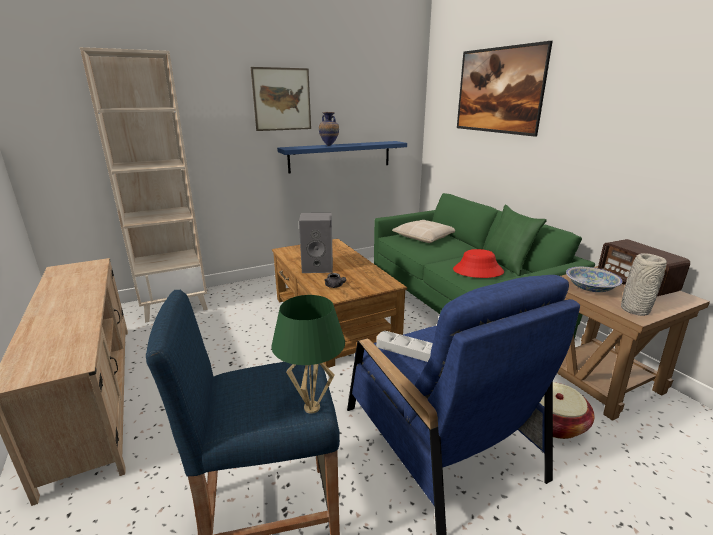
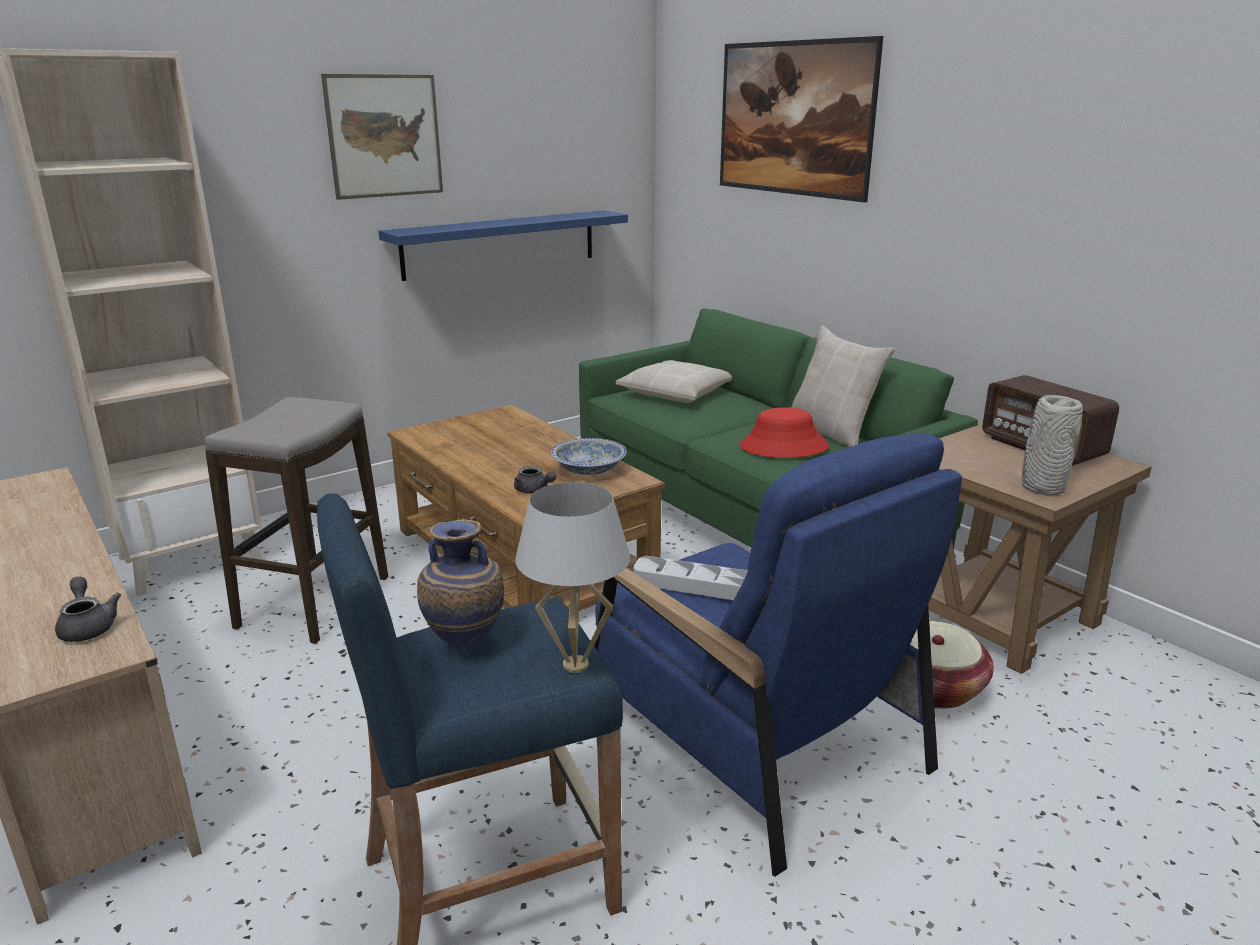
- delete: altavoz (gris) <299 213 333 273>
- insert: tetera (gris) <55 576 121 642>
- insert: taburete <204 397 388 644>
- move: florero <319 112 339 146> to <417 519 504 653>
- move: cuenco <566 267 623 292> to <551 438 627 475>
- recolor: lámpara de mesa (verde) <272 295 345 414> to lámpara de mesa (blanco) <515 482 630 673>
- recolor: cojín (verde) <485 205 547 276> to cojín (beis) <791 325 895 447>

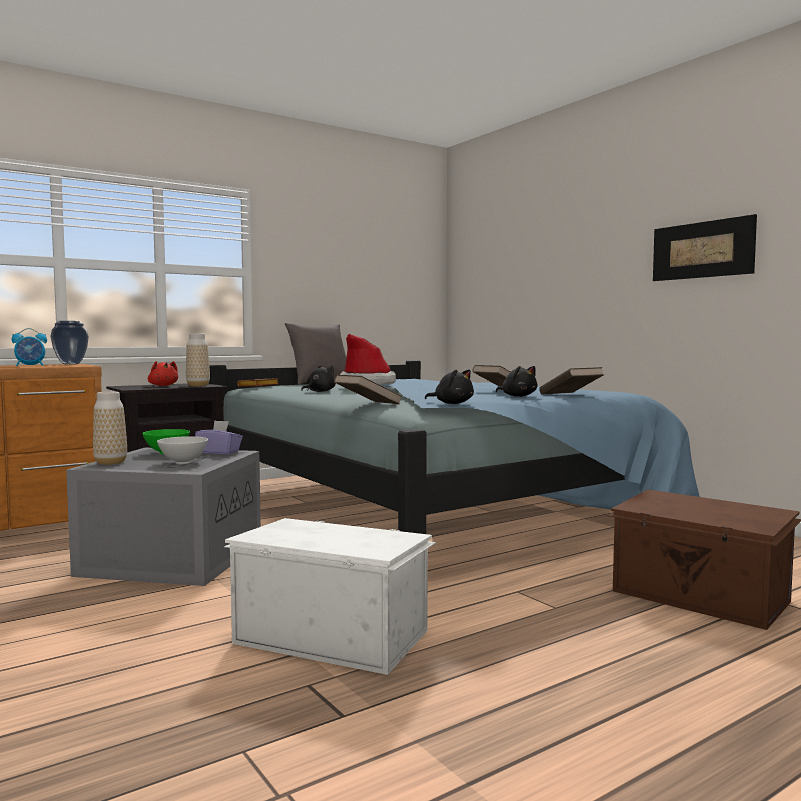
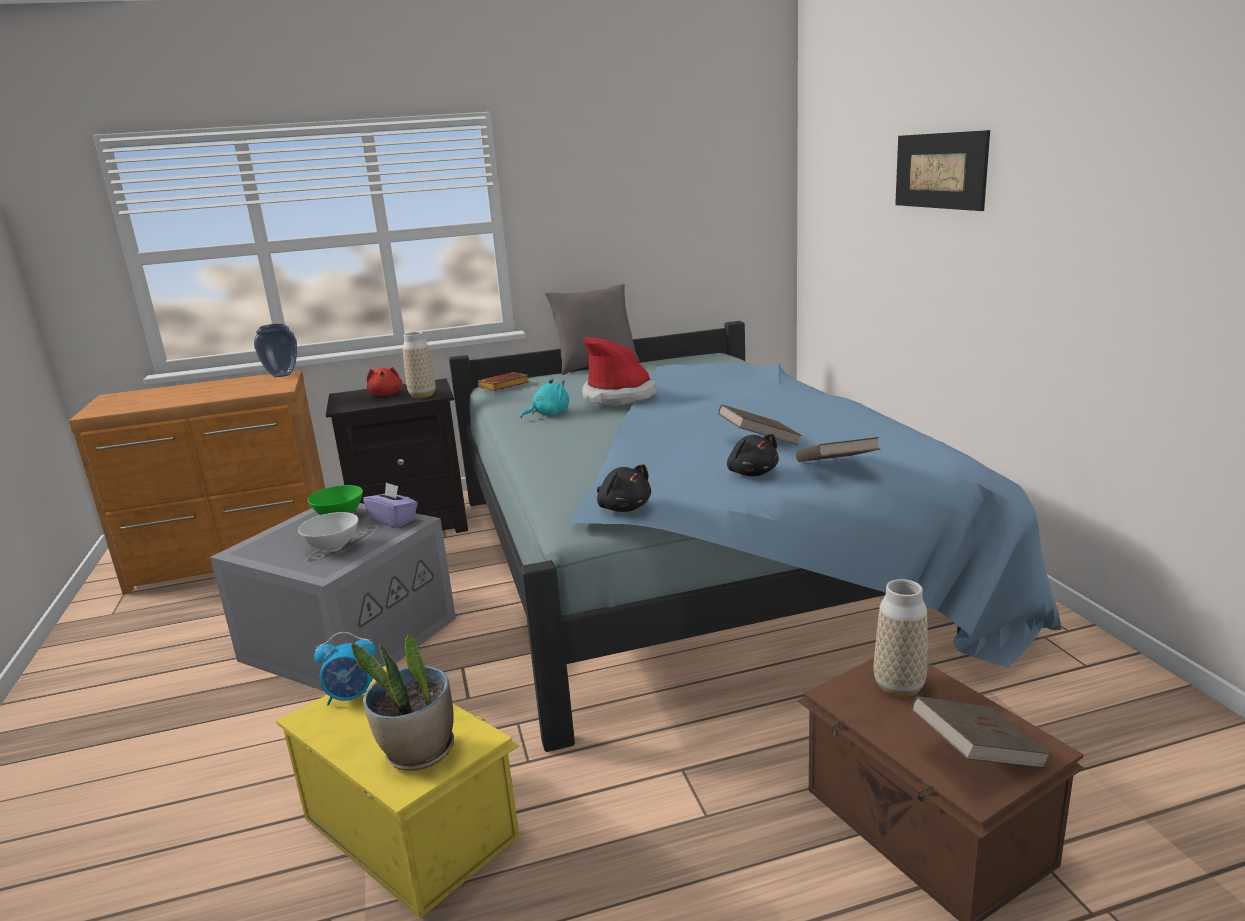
- insert: planta en maceta <351 634 454 771>
- move: despertador <12 328 47 366> to <314 632 375 705>
- move: florero <93 392 127 465> to <874 579 927 697>
- move: libro (marrón) <334 375 402 404> to <911 696 1052 768>
- move: cuadro <653 214 757 281> to <895 130 990 211>
- recolor: caja de almacenaje (blanco) <224 518 436 675> to caja de almacenaje (amarillo) <276 666 520 919>
- recolor: peluche (negro) <301 365 336 392> to peluche (turquesa) <521 378 569 418>

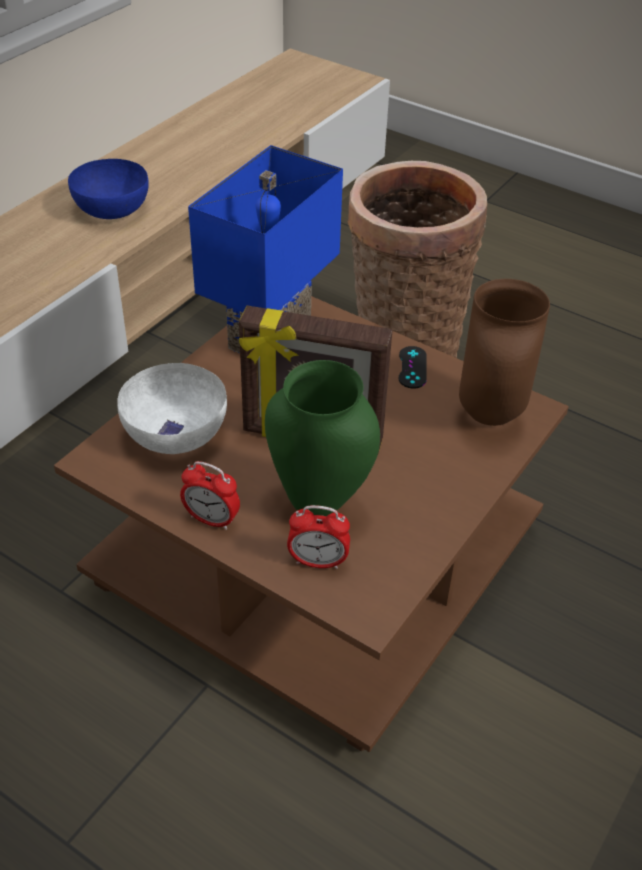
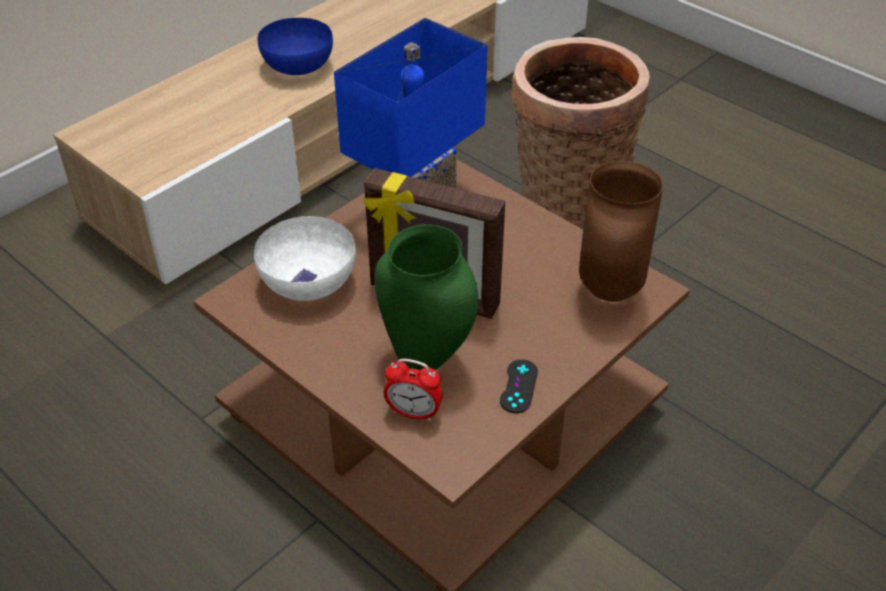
- delete: despertador <180 461 240 530>
- move: mando de consola (negro) <398 346 427 388> to <500 359 538 413>

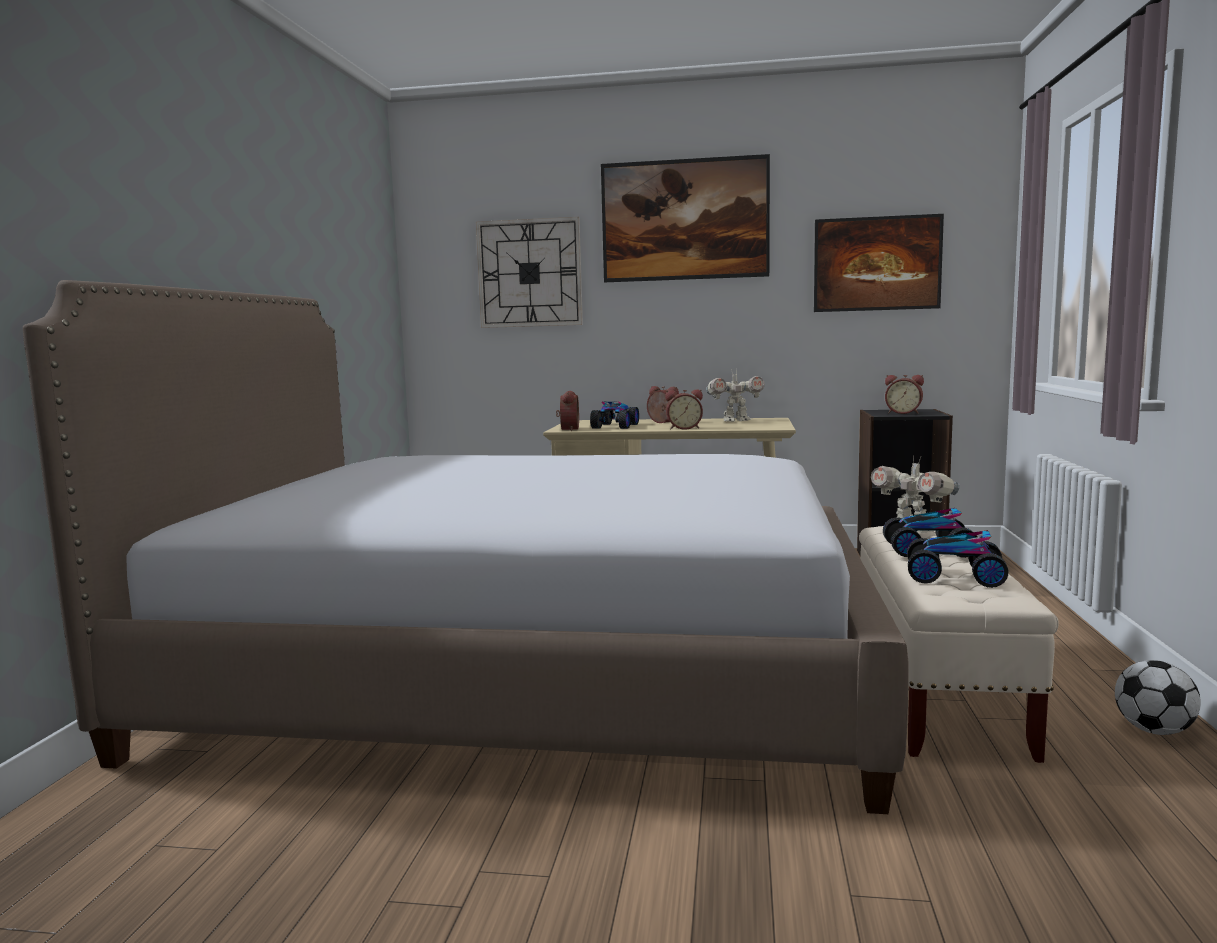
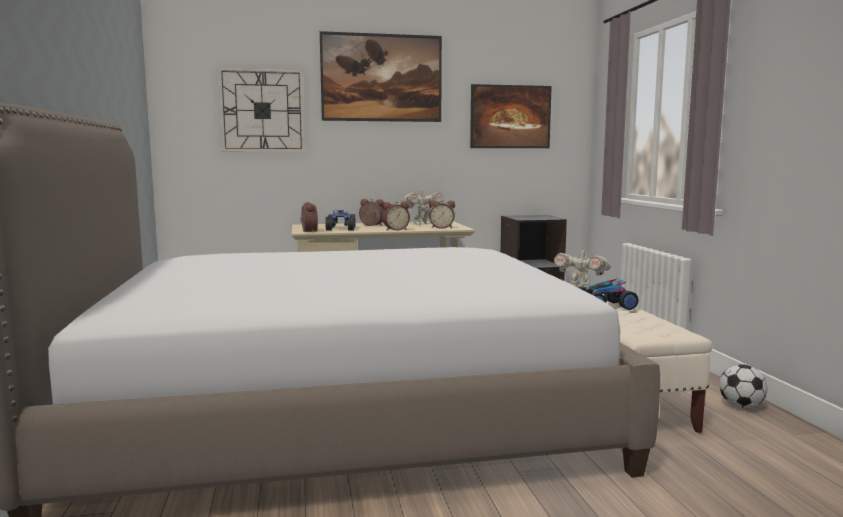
- delete: coche de juguete <907 530 1009 588>
- move: despertador <885 375 924 414> to <429 201 455 229>

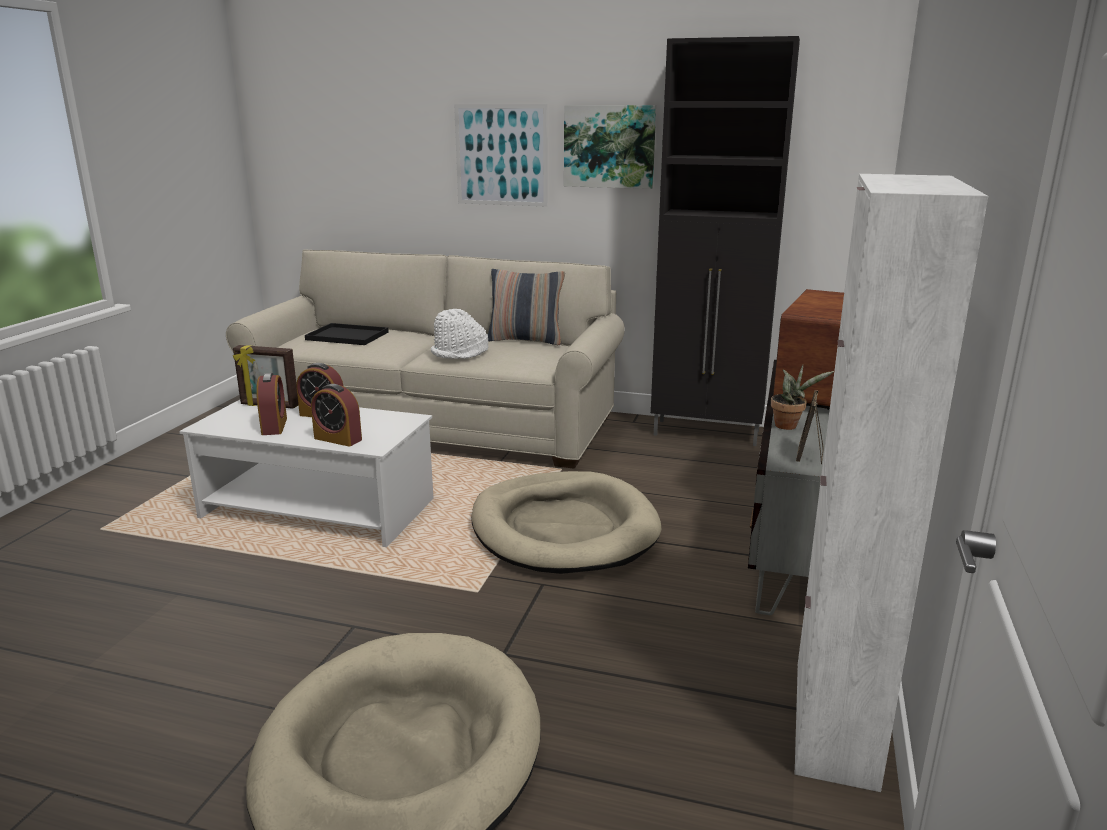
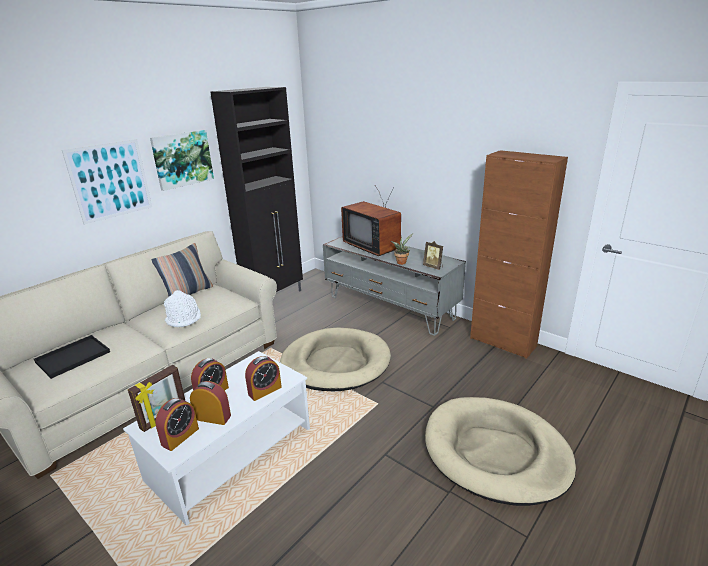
- insert: despertador <155 398 199 451>
- recolor: armario (blanco) <794 174 988 792> to armario (marrón) <470 150 568 359>

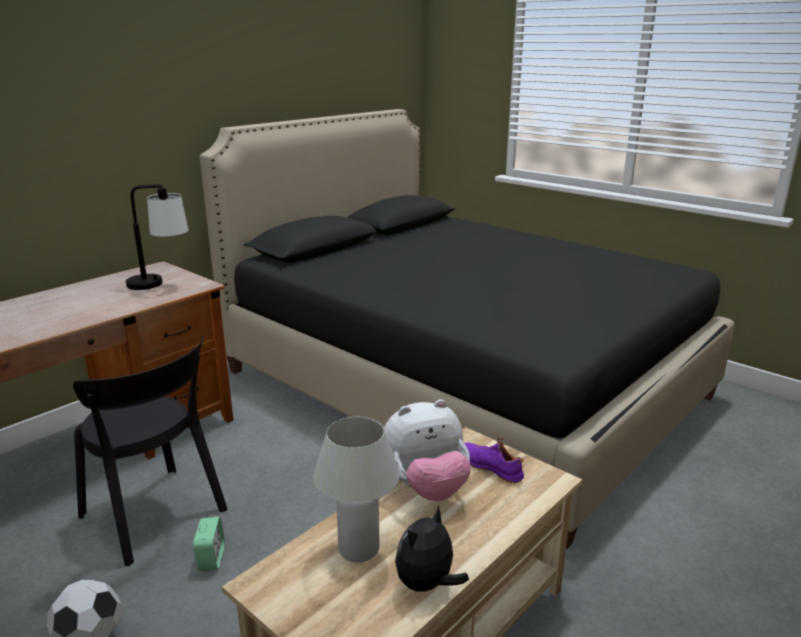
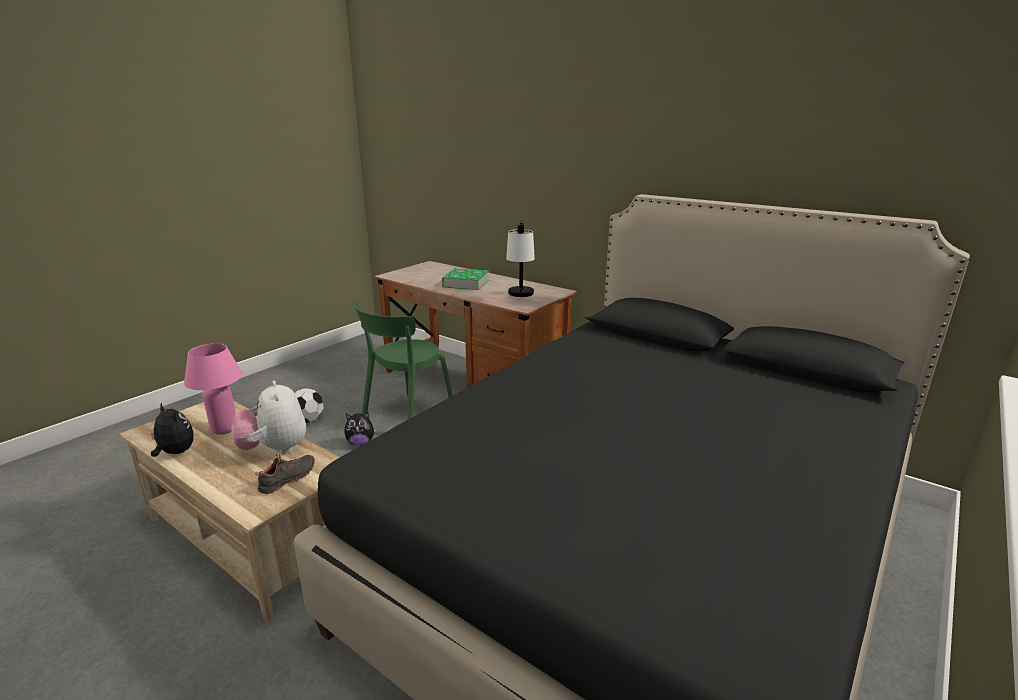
- insert: libro <442 268 489 290>
- replace: despertador <193 517 225 571> to peluche <344 412 377 446>
- recolor: silla (negro) <73 336 227 566> to silla (verde) <352 300 453 420>
- recolor: lámpara de mesa (blanco) <313 417 400 563> to lámpara de mesa (rosa) <184 343 242 435>
- recolor: zapato (morado) <464 437 524 483> to zapato (negro) <255 453 315 494>

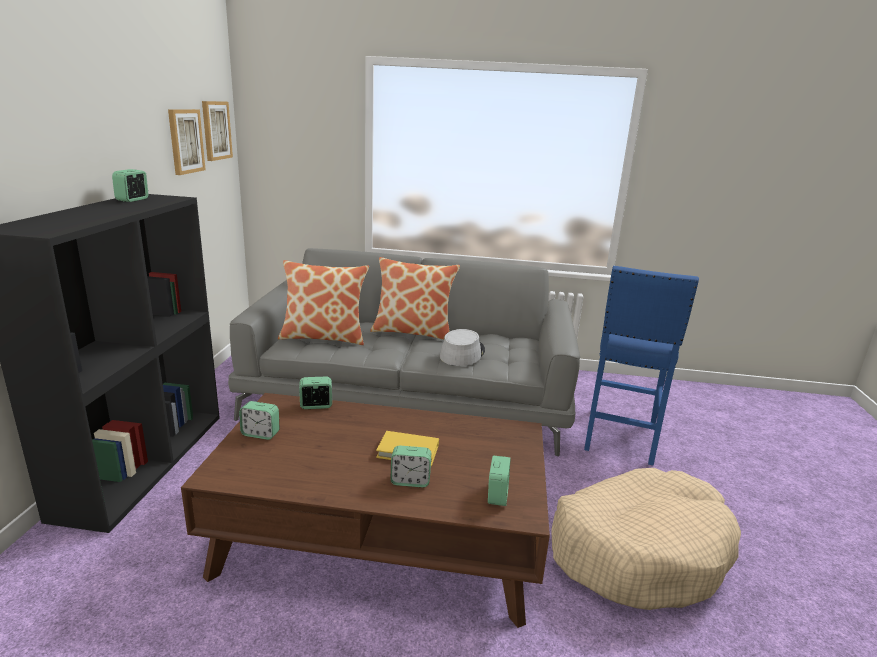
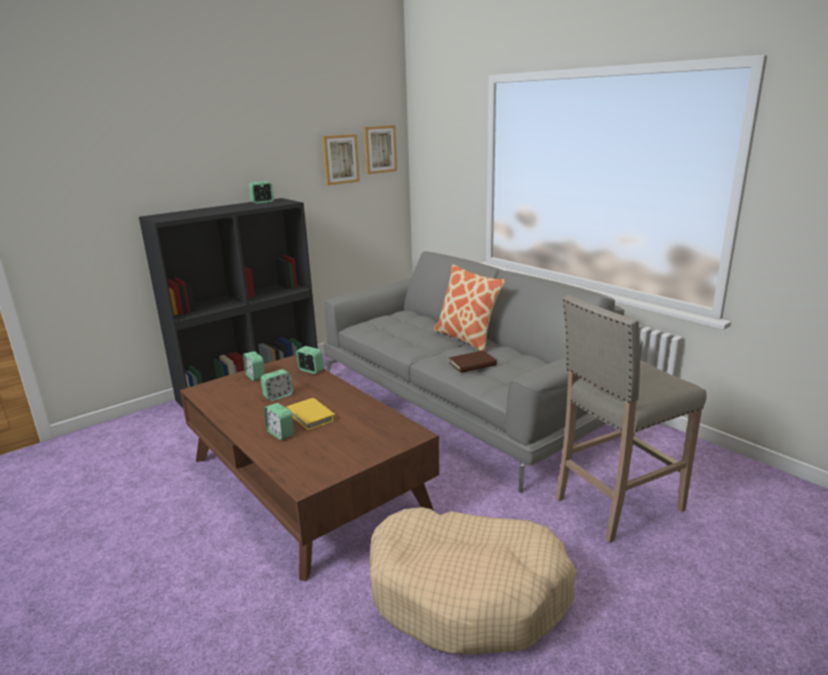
- delete: cojín <278 260 369 345>
- move: despertador <488 456 511 506> to <261 369 293 401>
- replace: sombrero (gris) <440 329 485 366> to libro (marrón) <449 351 497 373>
- recolor: taburete (azul) <584 266 699 466> to taburete (beis) <555 295 707 543>

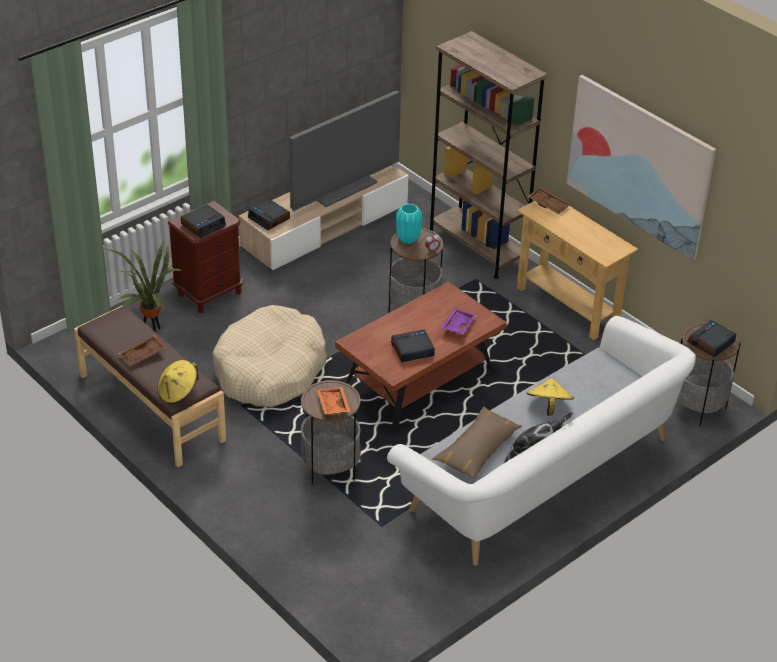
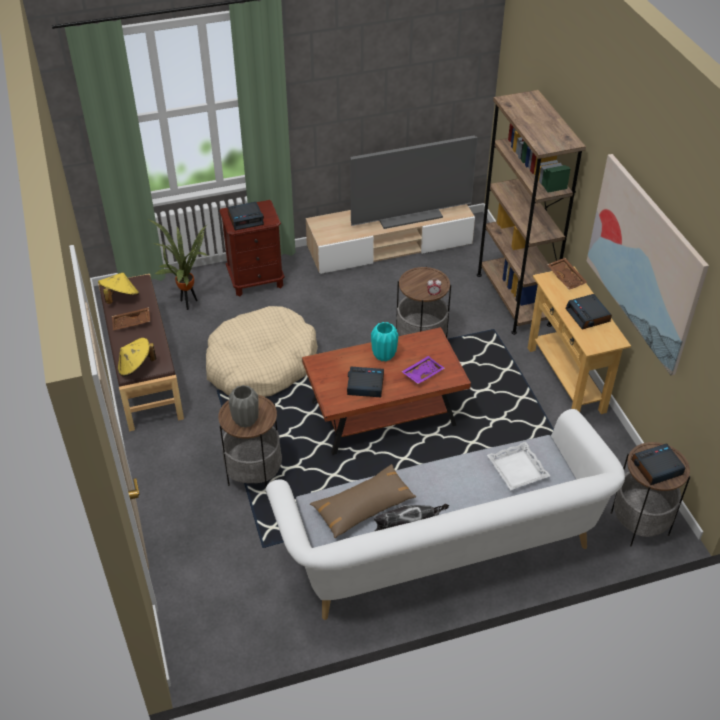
- insert: bandeja (blanco) <487 442 550 490>
- move: despertador <248 199 290 230> to <565 294 612 330>
- move: florero (turquesa) <396 204 422 244> to <371 322 398 362>
- move: sombrero (amarillo) <526 378 574 416> to <98 273 139 304>
- replace: bandeja (naranja) <317 387 351 415> to florero (gris) <229 385 259 428>

